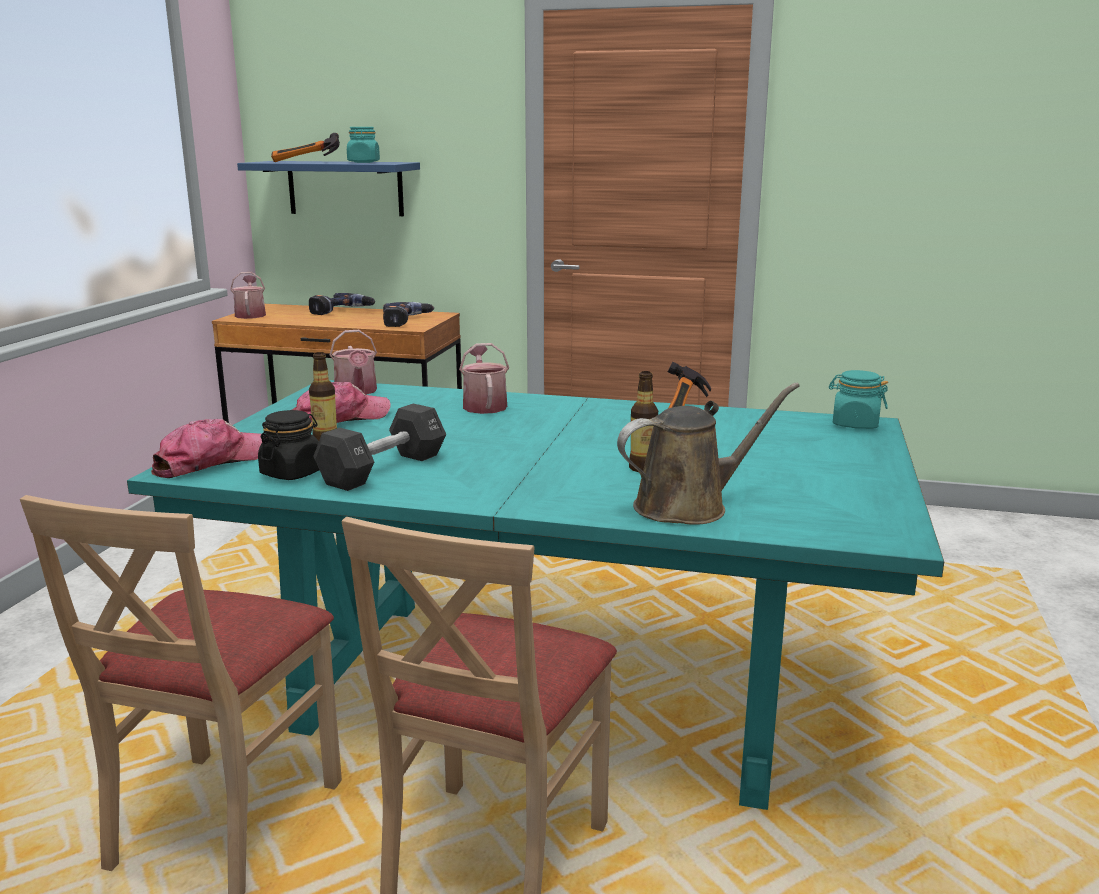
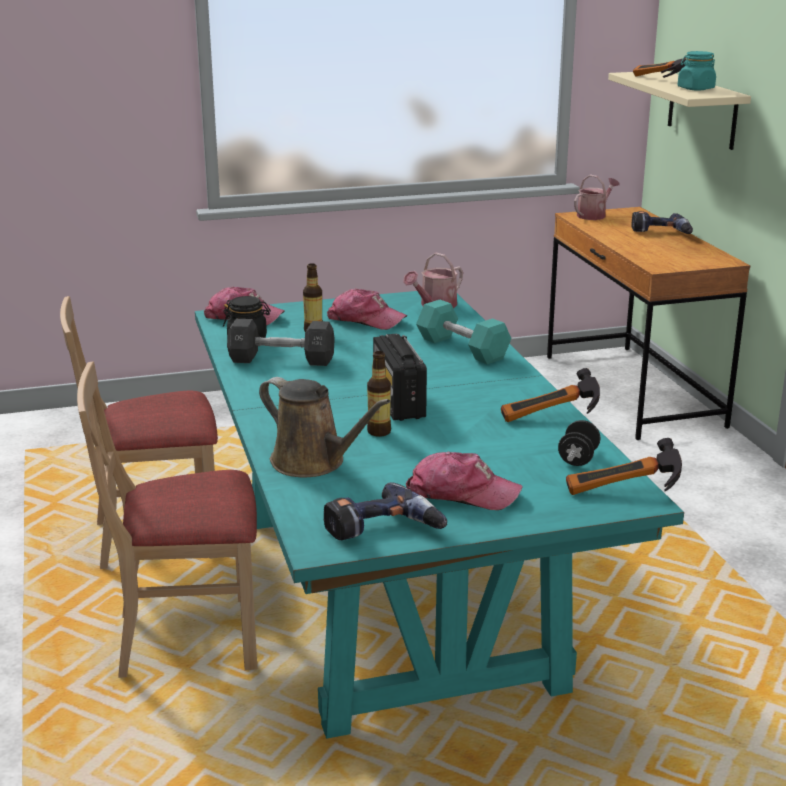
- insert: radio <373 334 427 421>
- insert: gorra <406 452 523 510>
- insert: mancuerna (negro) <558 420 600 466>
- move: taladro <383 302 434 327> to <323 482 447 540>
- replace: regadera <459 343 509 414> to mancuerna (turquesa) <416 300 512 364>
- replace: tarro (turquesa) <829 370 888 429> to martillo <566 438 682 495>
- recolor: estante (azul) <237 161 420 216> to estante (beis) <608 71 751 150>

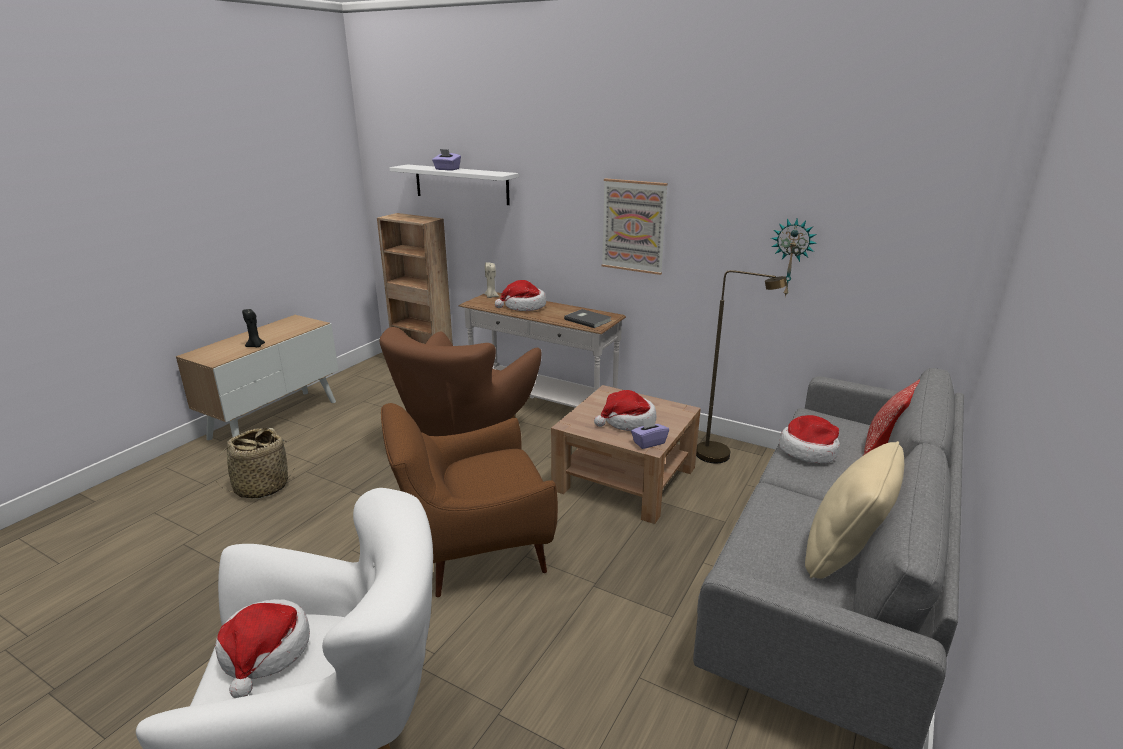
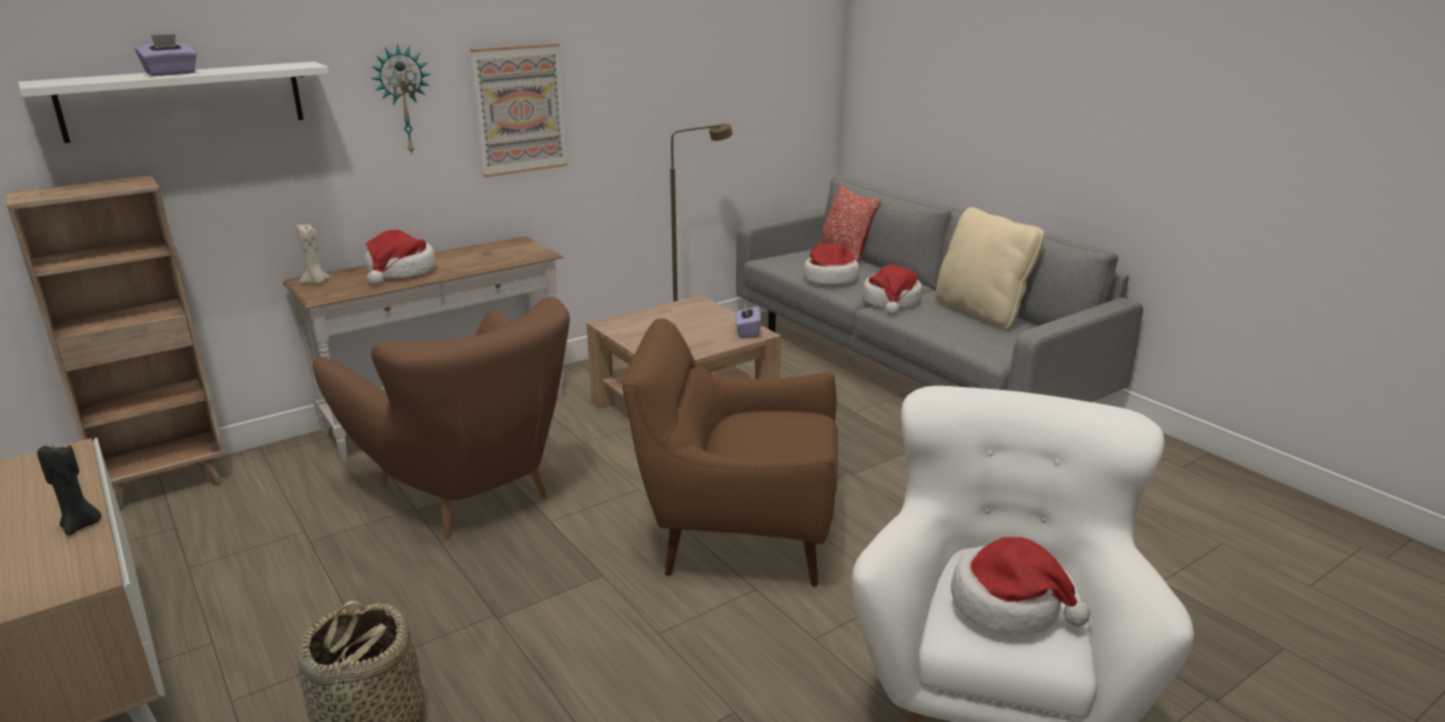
- delete: libro (gris) <564 309 611 328>
- move: sombrero <594 390 657 431> to <862 265 922 315>
- move: reloj de pared <771 219 817 297> to <371 44 430 154>
- rotate: sillón (marrón) <381 403 558 597> = <622 318 838 587> 90 degrees clockwise

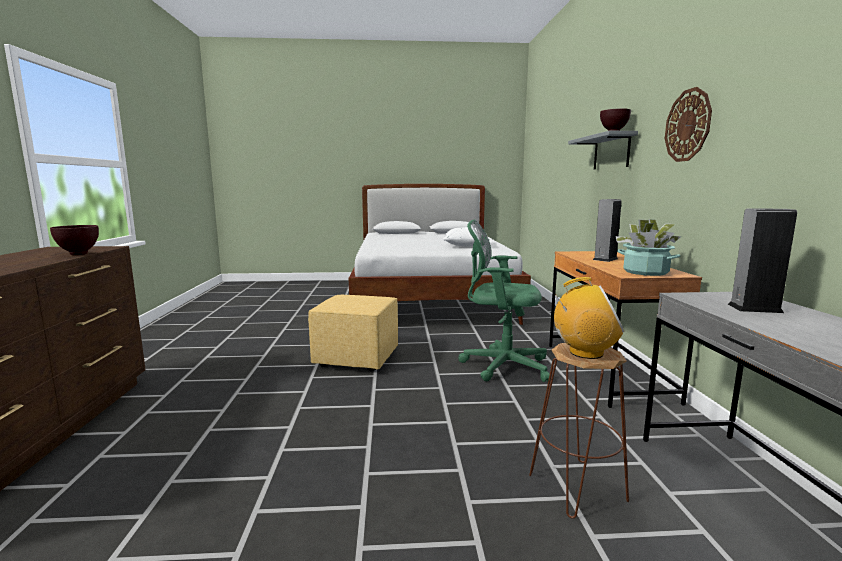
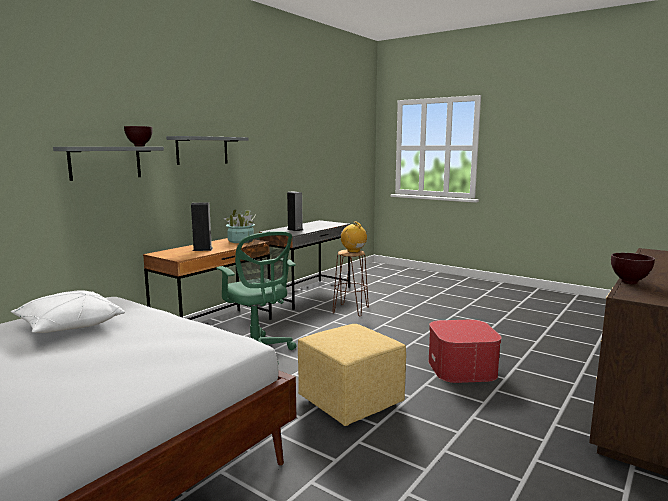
- insert: puf <428 320 502 383>
- replace: reloj de pared <665 87 712 162> to estante (gris) <166 136 248 165>

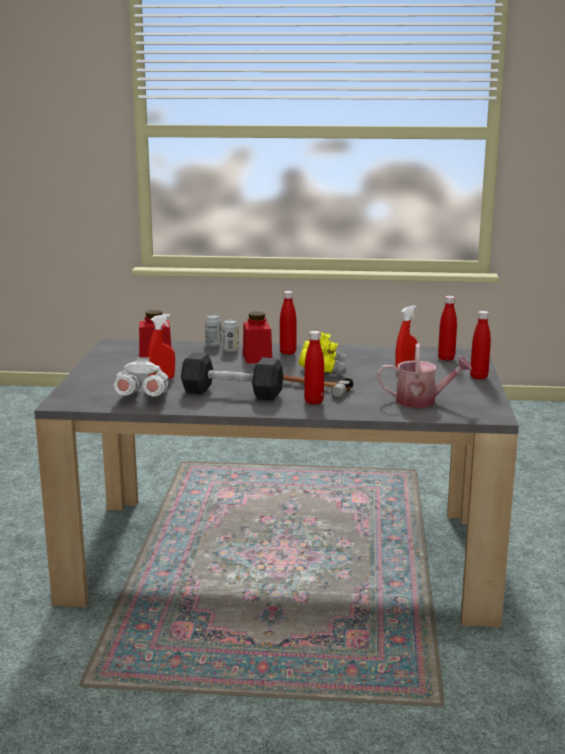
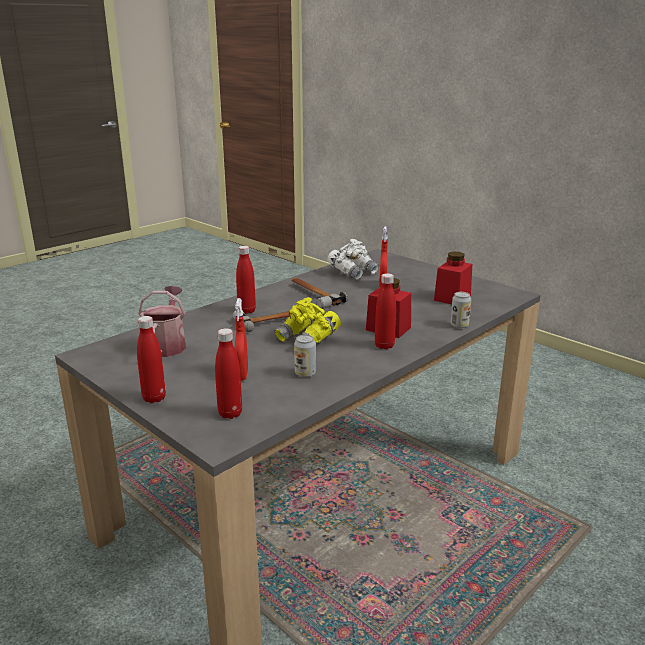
- move: lata <222 320 239 352> to <294 335 316 378>
- replace: mancuerna (gris) <181 352 284 401> to martillo <291 278 348 309>
- rotate: regadera <377 344 472 408> = <138 286 186 357> 135 degrees clockwise

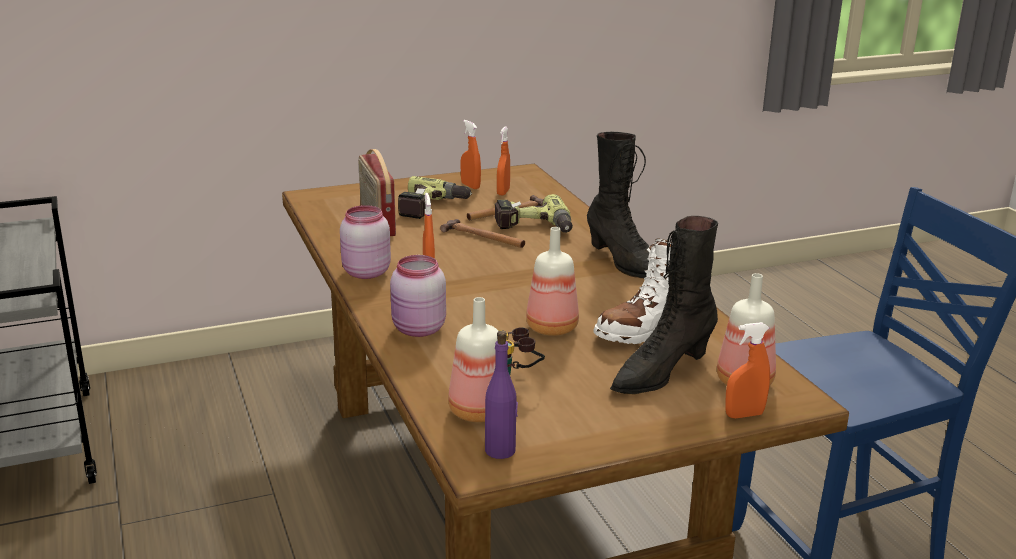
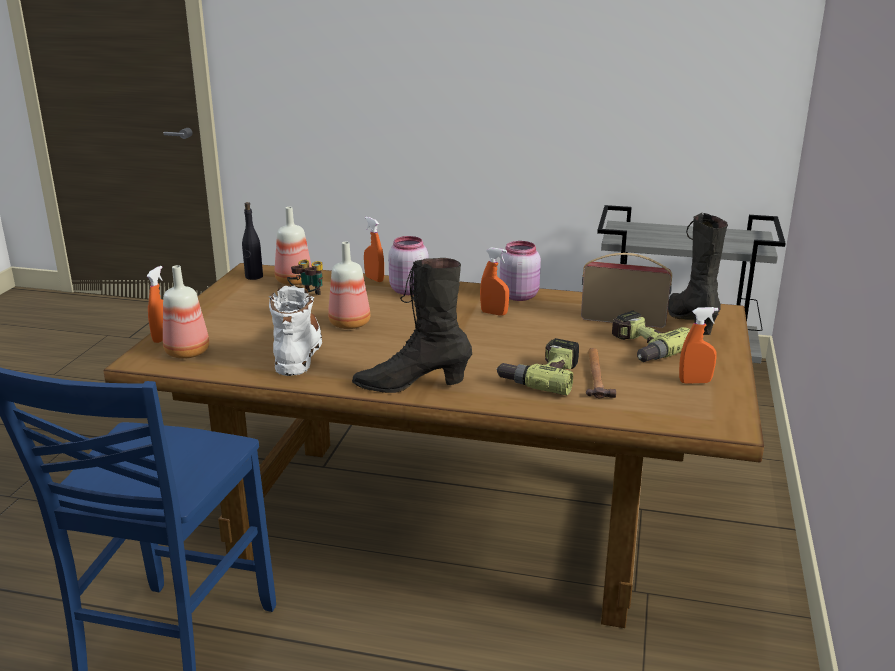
- delete: martillo <440 219 525 248>
- move: pulverizador (naranja) <497 126 510 195> to <364 217 384 282>
- move: bota (negro) <610 216 718 394> to <668 212 728 335>
- recolor: botella (morado) <485 330 518 459> to botella (negro) <242 202 263 280>

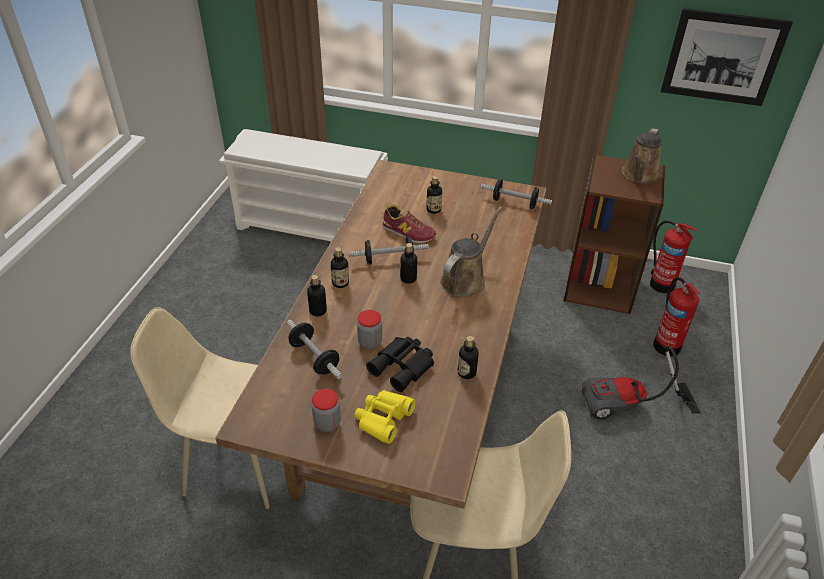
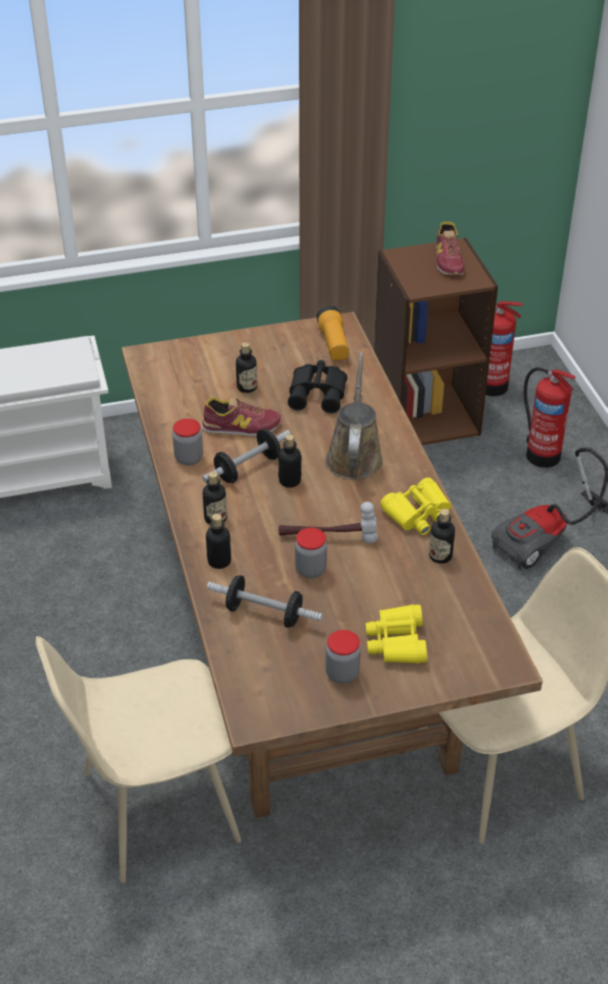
- delete: cuadro <661 8 793 106>
- insert: tarro <172 418 203 466>
- insert: martillo <278 502 378 543>
- insert: prismáticos (amarillo) <380 477 451 535>
- move: prismáticos (negro) <366 337 434 392> to <288 360 347 414>
- replace: mancuerna <480 179 552 209> to linterna <316 305 349 361>
- replace: regadera (marrón) <622 128 662 184> to zapato <436 222 465 275>

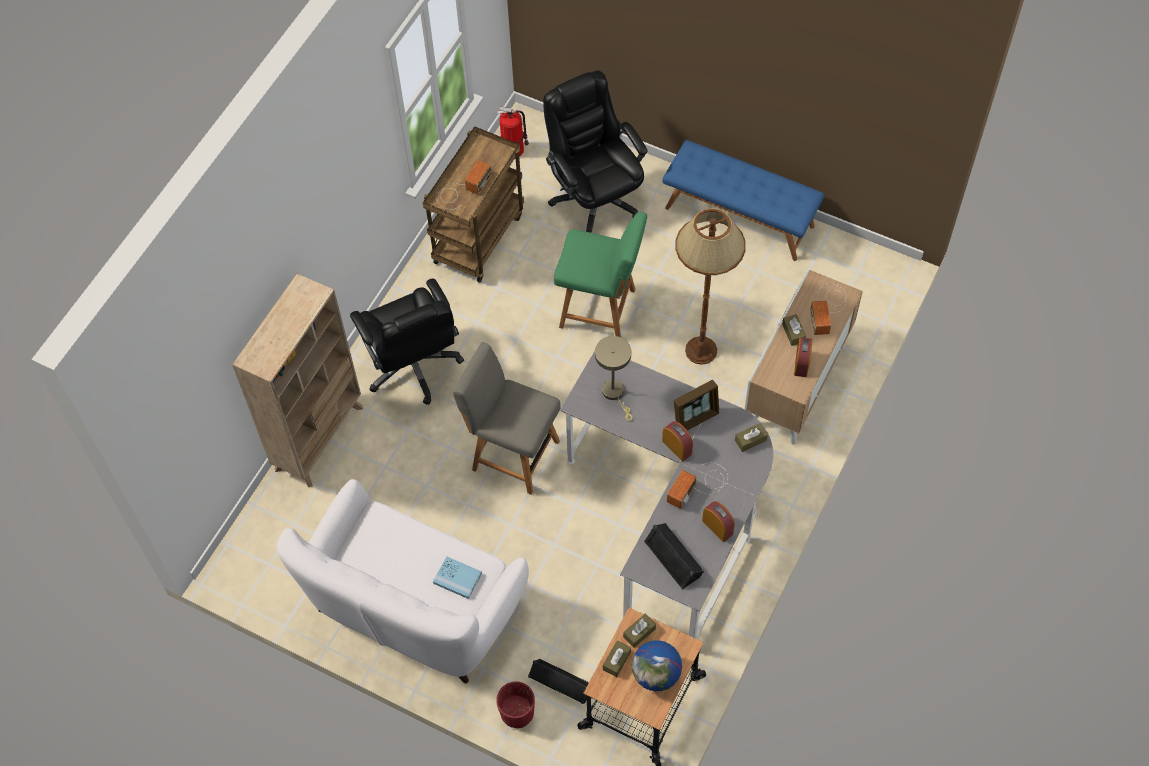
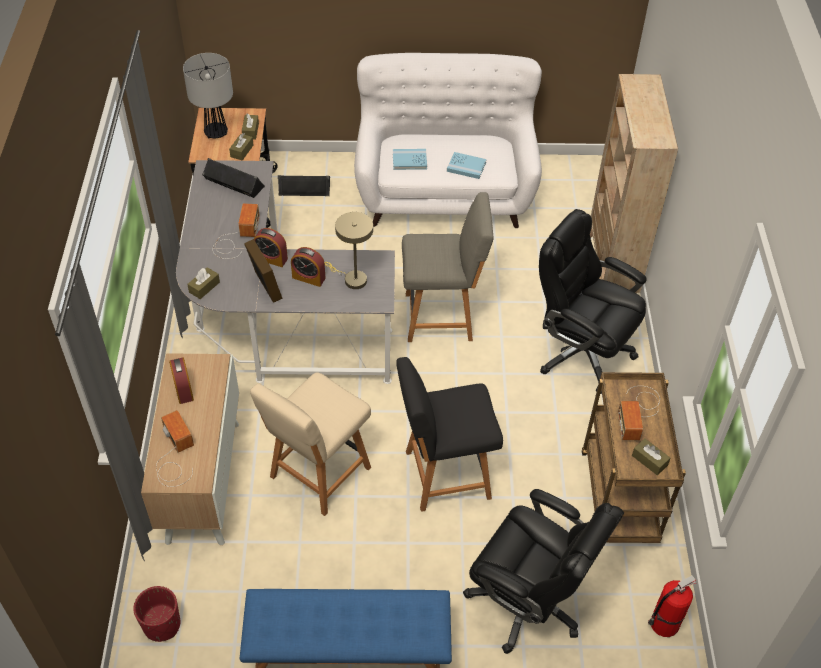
- insert: libro (azul) <447 152 486 179>
- move: maceta (rojo) <496 681 535 728> to <133 586 180 642>
- move: despertador <702 501 735 542> to <291 247 325 287>
- move: caja de pañuelos (marrón) <782 314 806 346> to <632 438 670 475>
- replace: globo terráqueo <632 640 682 691> to lámpara de mesa <183 53 233 138>
- replace: lámpara de pie (marrón) <676 209 746 365> to silla (beis) <250 372 371 516>
- recolor: silla (verde) <554 212 647 337> to silla (negro) <396 357 503 512>
- rotate: portarretratos <674 380 720 430> = <244 239 282 303> 120 degrees clockwise

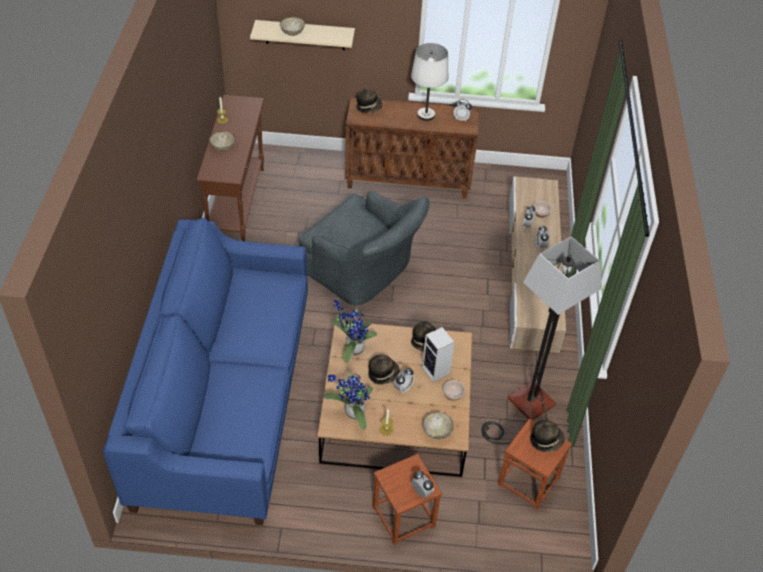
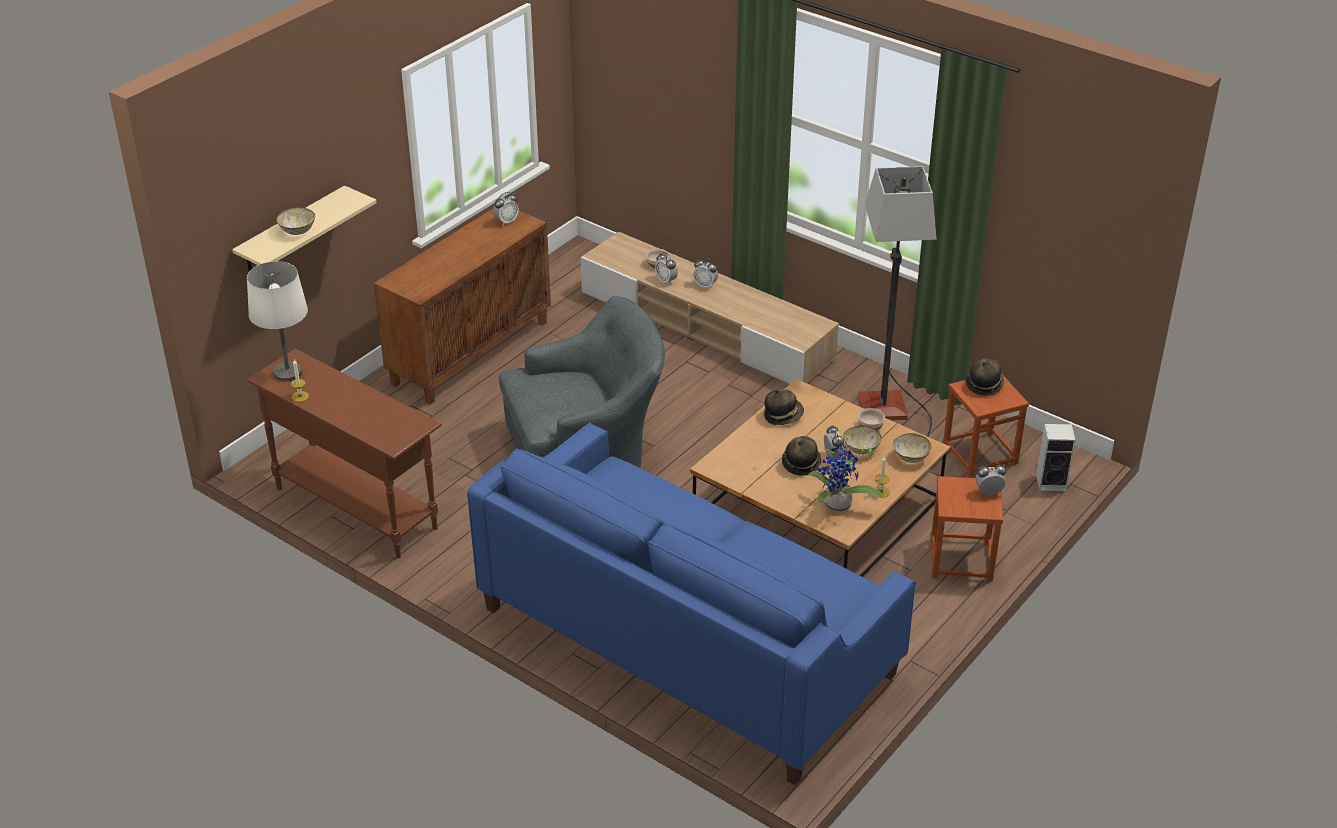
- delete: planta en maceta <331 300 377 363>
- delete: sombrero <356 89 382 113>
- move: cuenco <210 131 236 151> to <843 426 882 455>
- move: lámpara de mesa (blanco) <411 43 449 121> to <247 261 308 381>
- move: altavoz <422 327 455 382> to <1036 424 1076 491>

